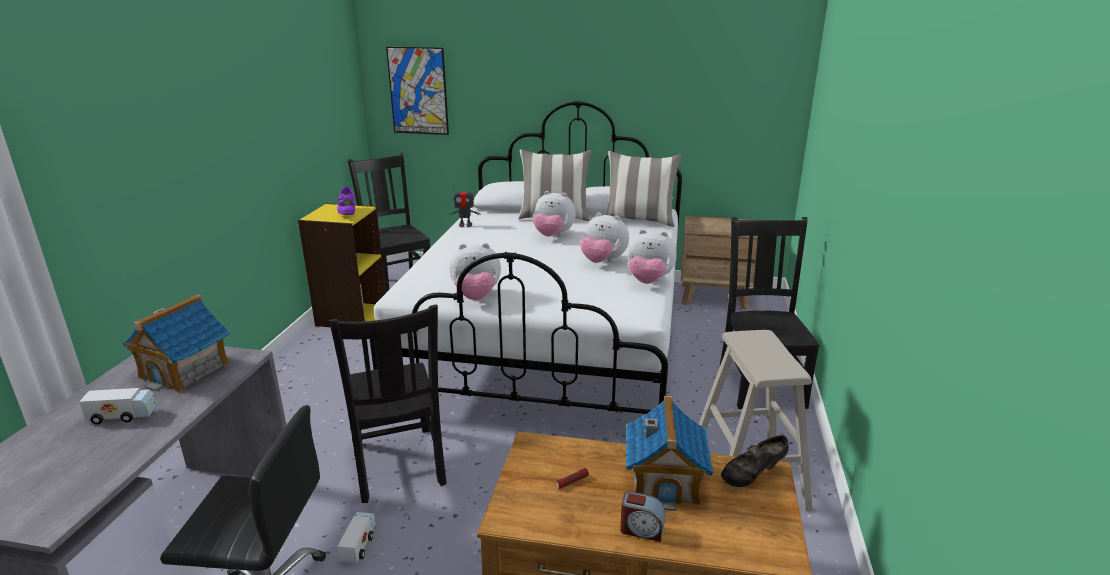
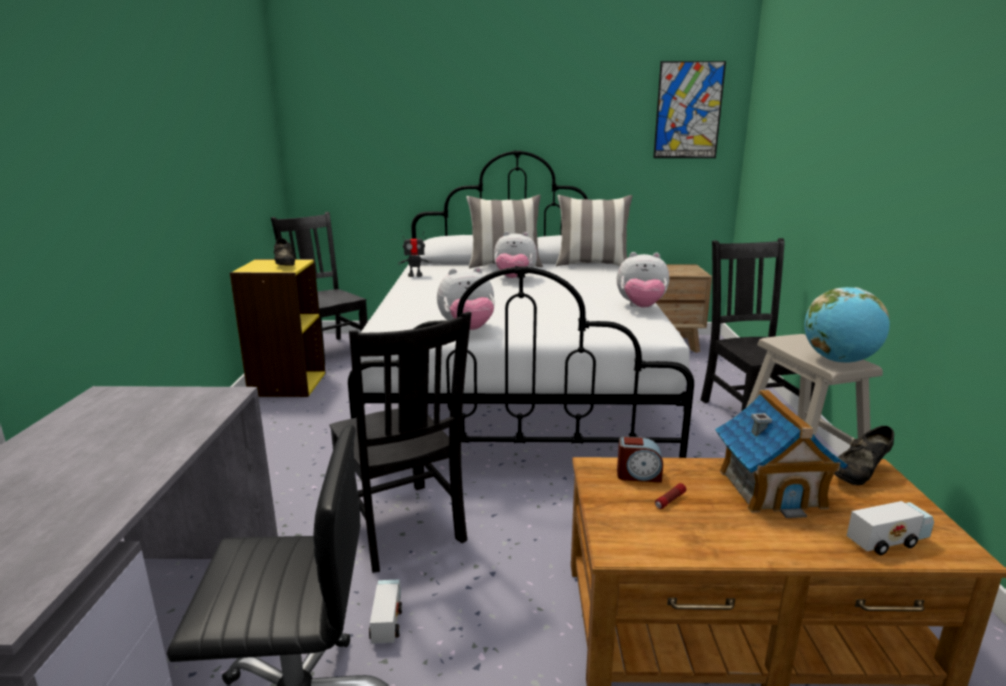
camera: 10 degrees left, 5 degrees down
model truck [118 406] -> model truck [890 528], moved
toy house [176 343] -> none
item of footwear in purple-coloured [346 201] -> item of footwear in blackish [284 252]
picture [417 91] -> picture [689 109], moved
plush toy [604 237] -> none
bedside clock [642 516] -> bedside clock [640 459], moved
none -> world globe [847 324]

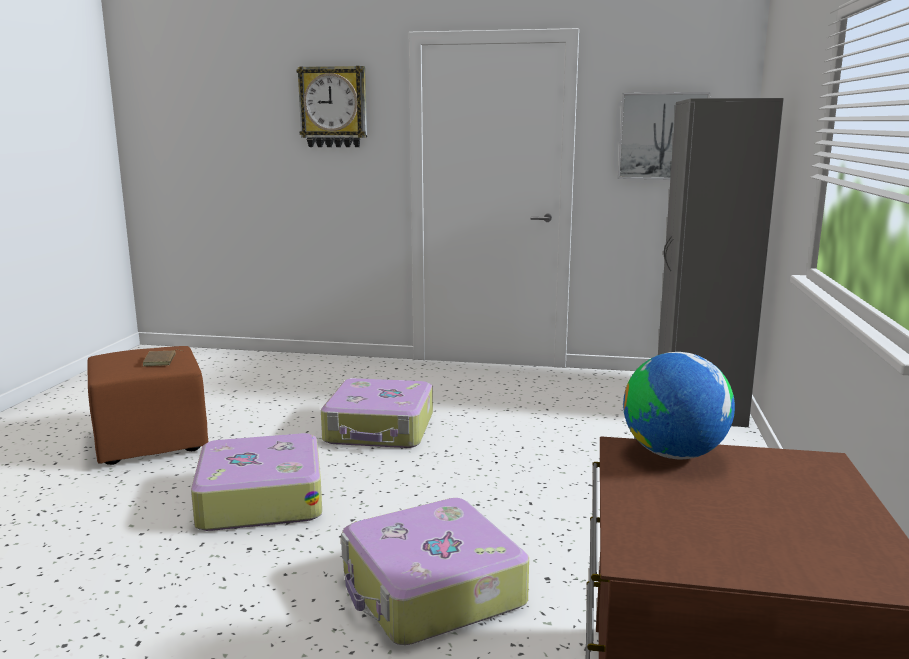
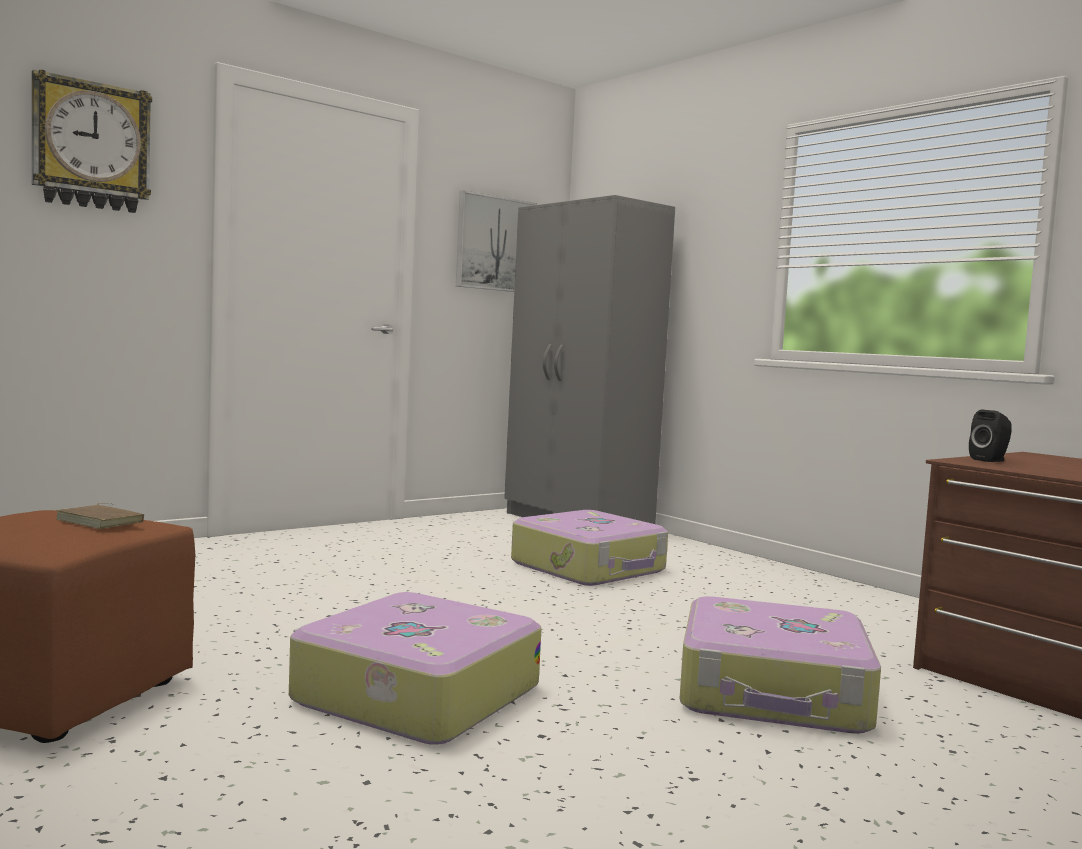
camera: 50 degrees left, 10 degrees down
suitcase [377 413] -> suitcase [589 548], moved
world globe [679 405] -> loudspeaker in blackish [990 436]

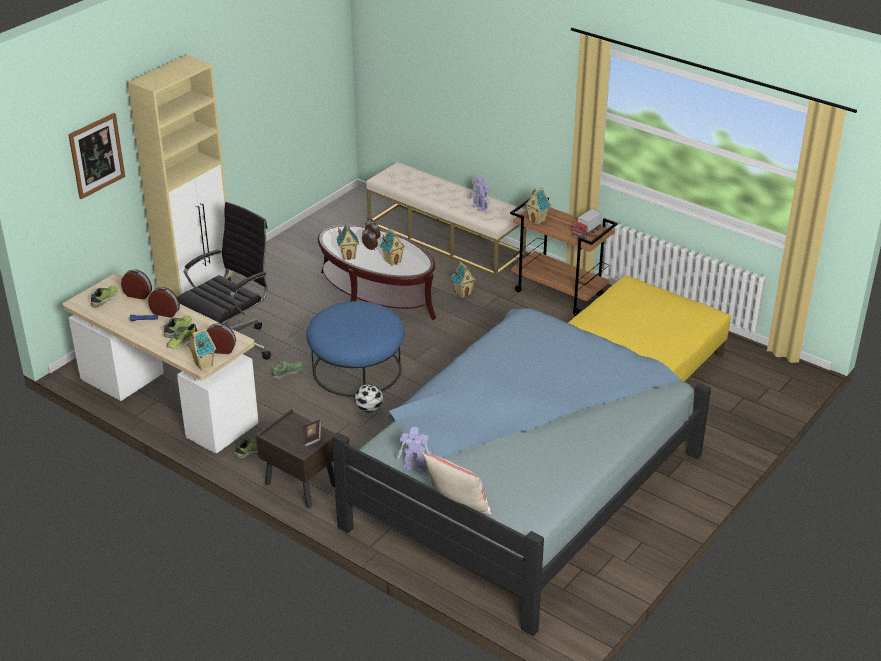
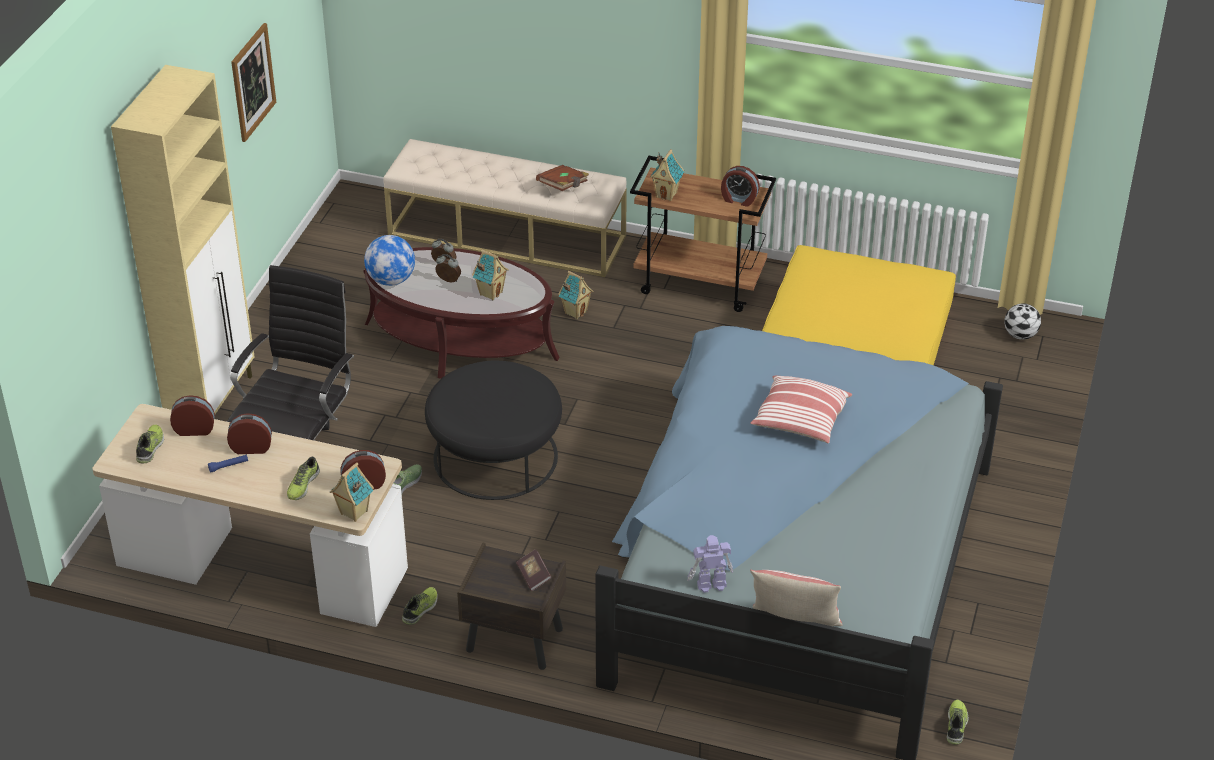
camera: 20 degrees left, 5 degrees up
picture [96 156] -> picture [253 82], moved
item of footwear [178 327] -> item of footwear [957 722], moved
footrest in blue-coloured [356 349] -> footrest in blackish [493 430]
toy house [347 241] -> none
football [369 398] -> football [1022 321], moved
model robot [479 193] -> book in brown-coloured [562 178]
model truck [586 224] -> bedside clock [740 186]
none -> world globe [389 260]
none -> cushion [801 410]

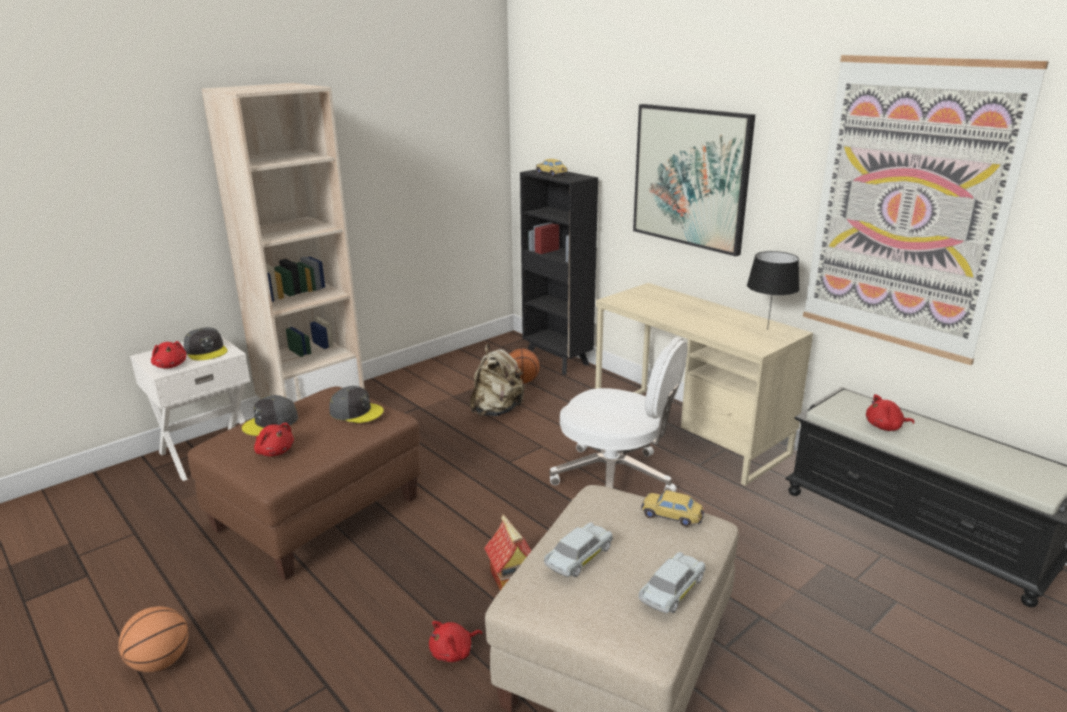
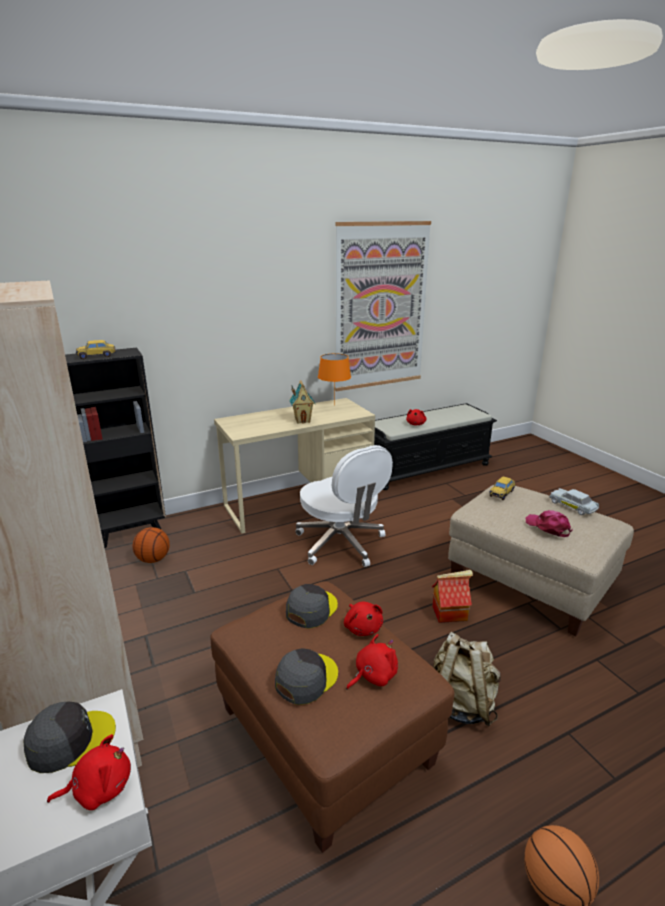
camera: 75 degrees left, 0 degrees up
cap in gray [270 415] -> cap in gray [306 676], 105 degrees counterclockwise
plush toy in red-coloured [455 641] -> plush toy in red-coloured [363 619], moved
knapsack in beige [497 380] -> knapsack in beige [467 679], moved
miniature car in whitish [578 549] -> cap in pink [549 523]
desk chair in whitish [619 414] -> desk chair in whitish [344 506], 105 degrees clockwise
picture [694 180] -> none
table lamp in blackish [773 290] -> table lamp in orangey [334 380]
none -> toy house [302 402]

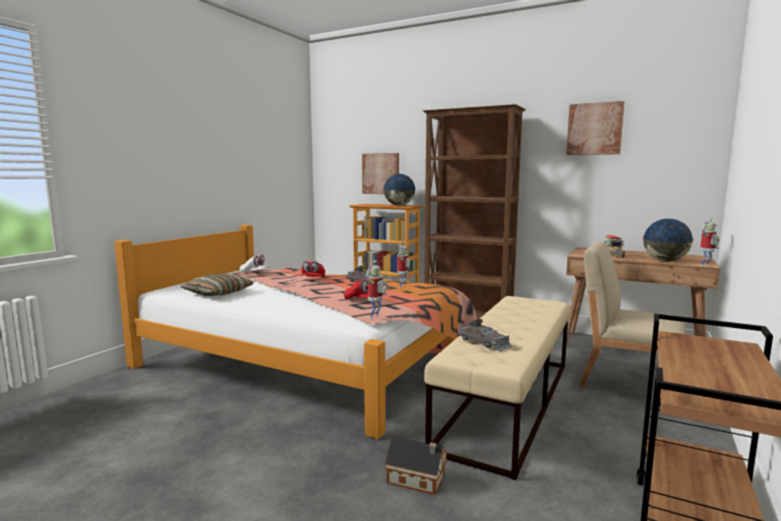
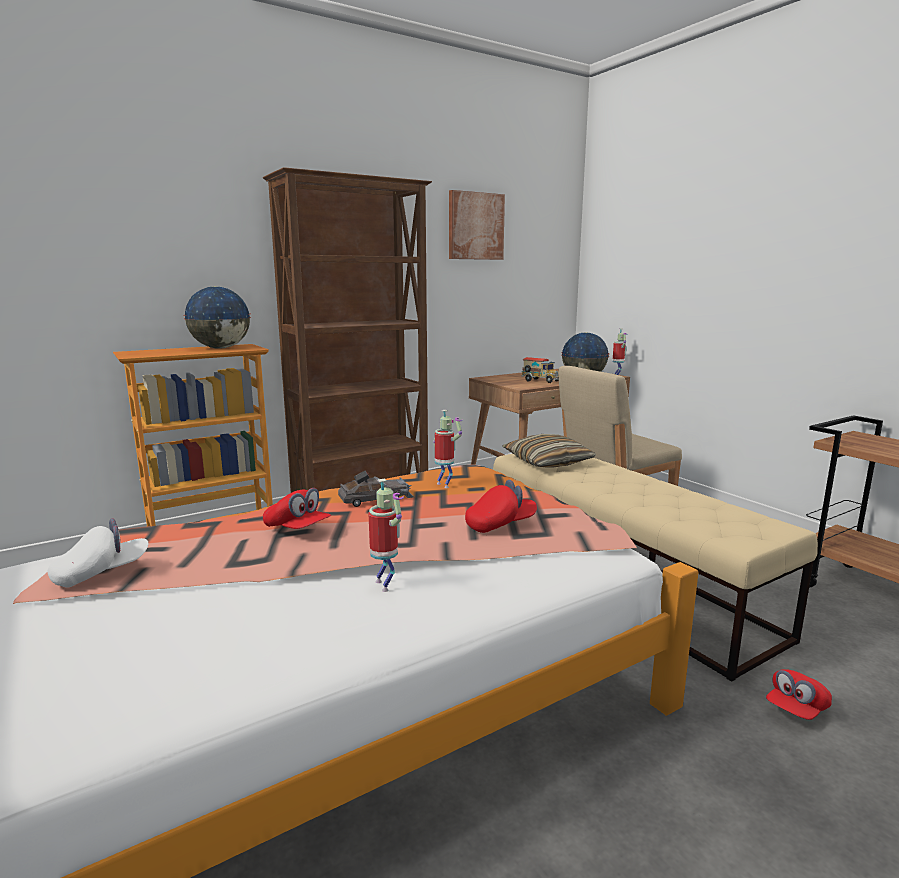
camera: 60 degrees left, 5 degrees up
cushion [217 284] -> cushion [549 451], moved
picture [380 173] -> none
model robot [376 290] -> model robot [386 535], moved
toy house [416 466] -> cap in red-coloured [799 694]
miniature car in gray [485 335] -> none

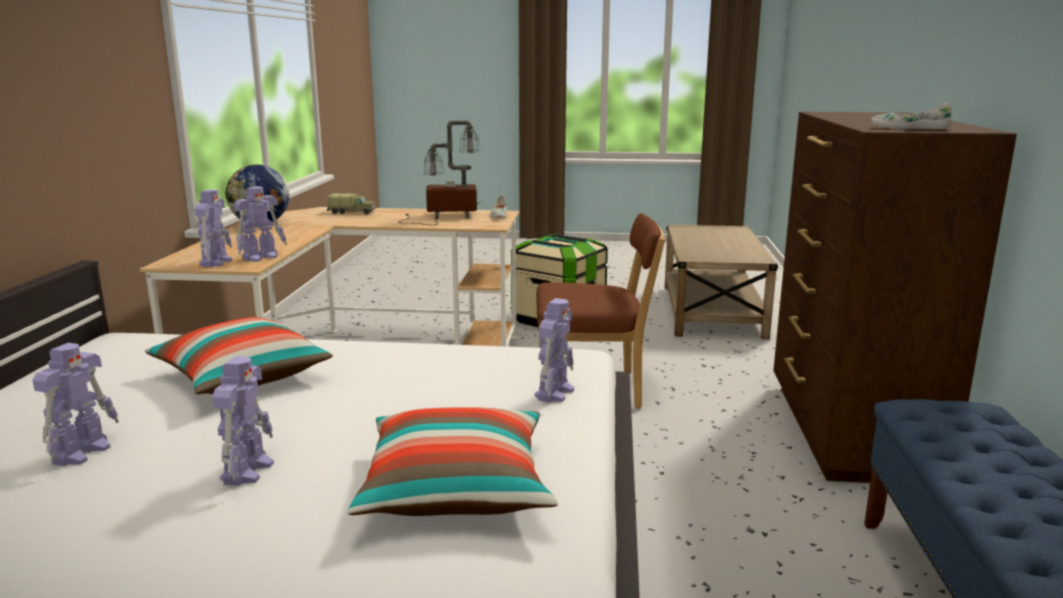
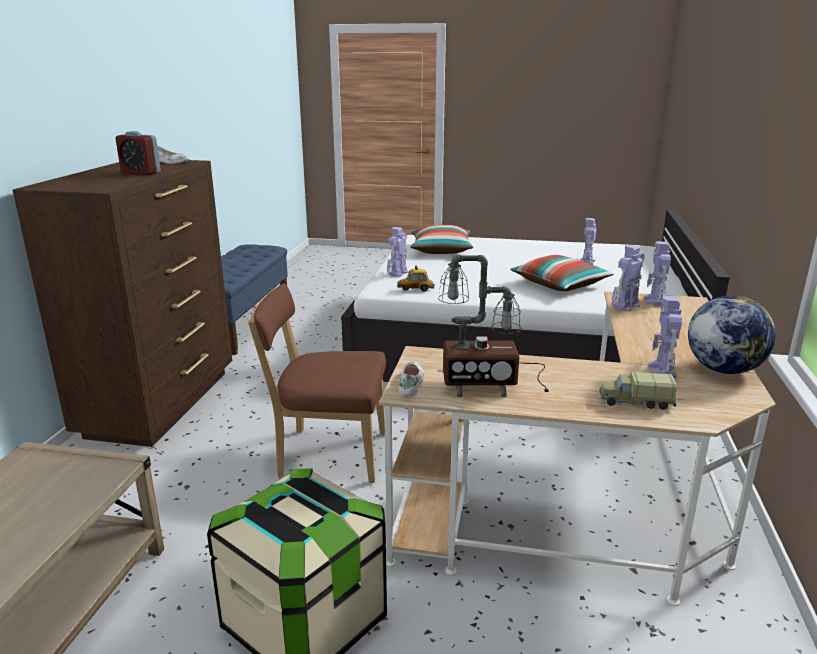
camera: 175 degrees left, 5 degrees up
model robot [243 421] -> model robot [665 337], moved
none -> bedside clock [138 153]
none -> miniature car [416 278]

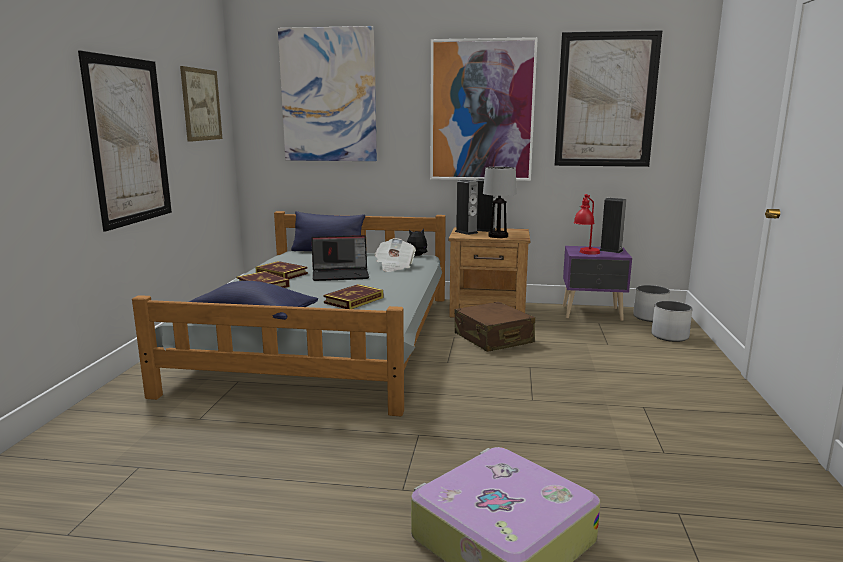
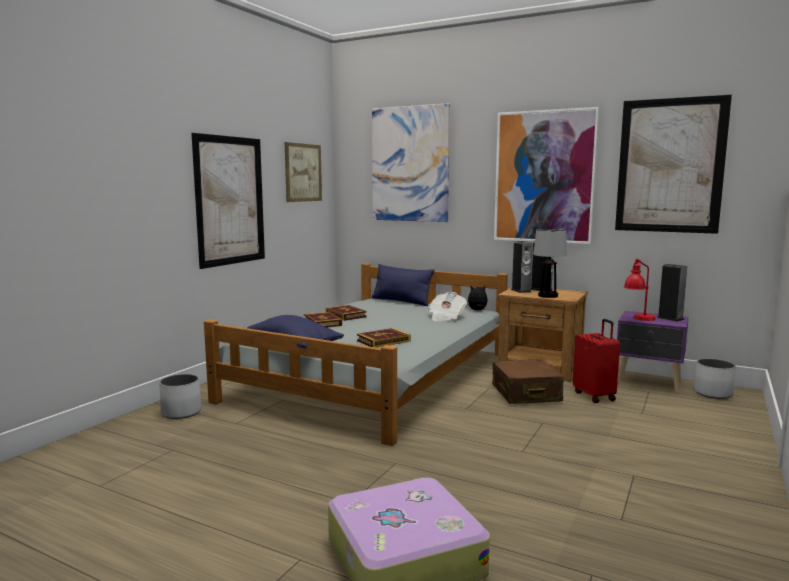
camera: 20 degrees right, 5 degrees down
notebook computer [340 258] -> none
plant pot in whitish [671 321] -> plant pot in whitish [180 396], moved
none -> suitcase in red-coloured [596 361]

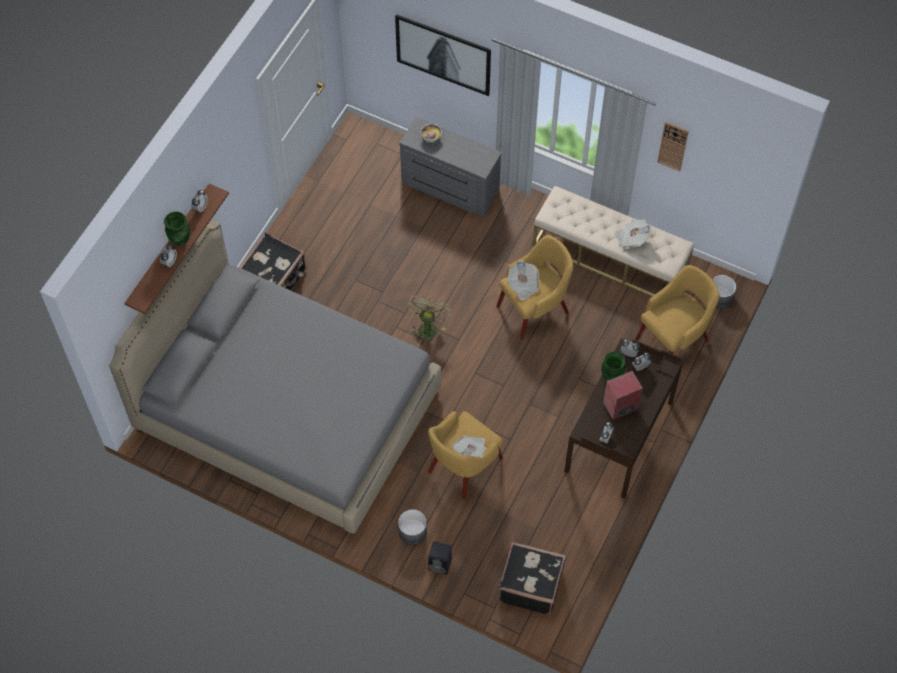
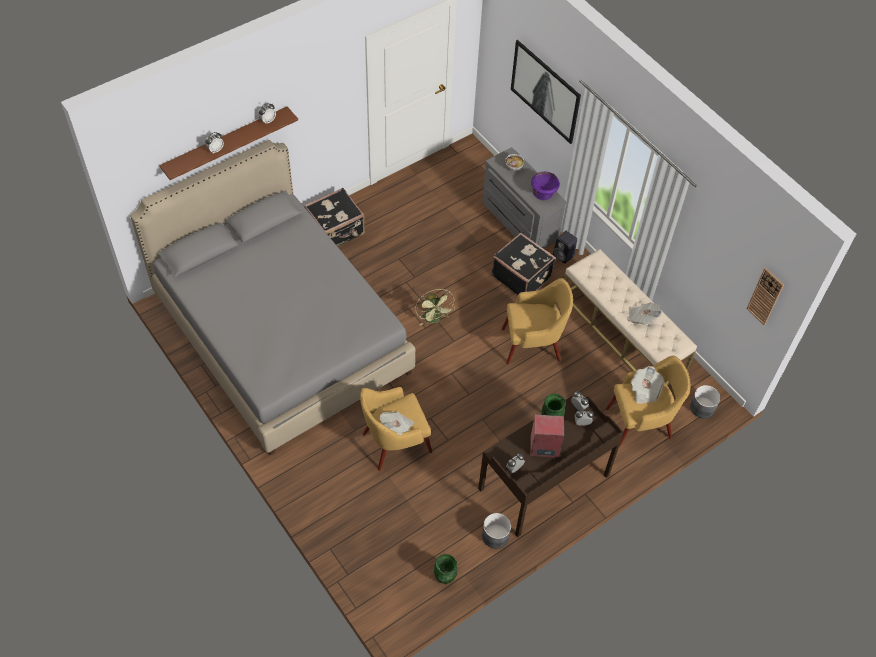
camera: 25 degrees right, 5 degrees down
flower vase in greenish [177 228] -> flower vase in greenish [446 569], moved
plant pot in gray [412 527] -> plant pot in gray [496 531], moved
electric fan in greenish [429 319] -> electric fan in greenish [435 307], 120 degrees clockwise
loudspeaker in blackish [440 558] -> loudspeaker in blackish [565 247], moved
suitcase in blackish [532 578] -> suitcase in blackish [523 264], moved
newspaper [523 280] -> newspaper [647 385], moved
hanging clock [673 146] -> hanging clock [765 296], moved
none -> deep dish in purple-coloured [545 186]

